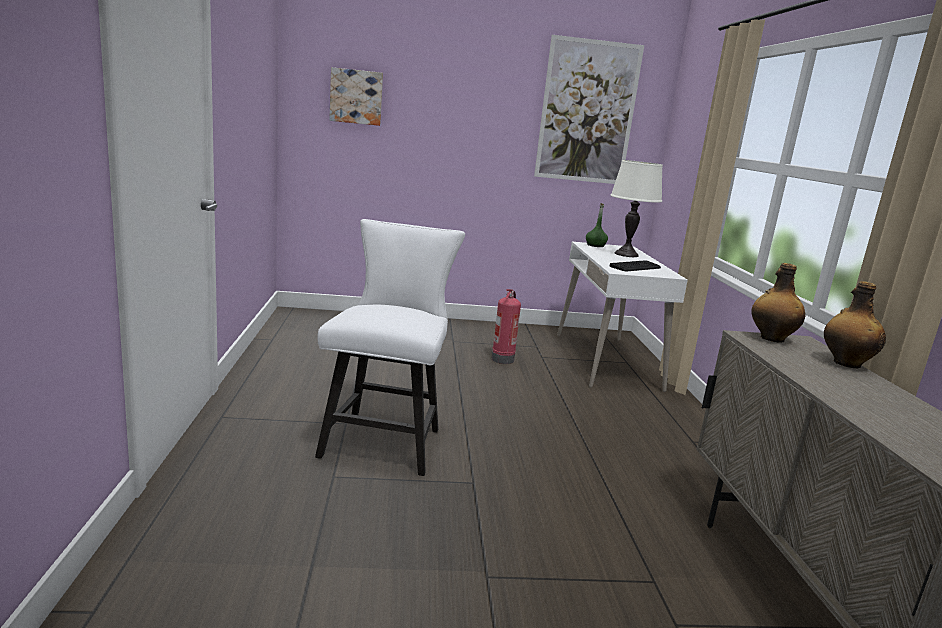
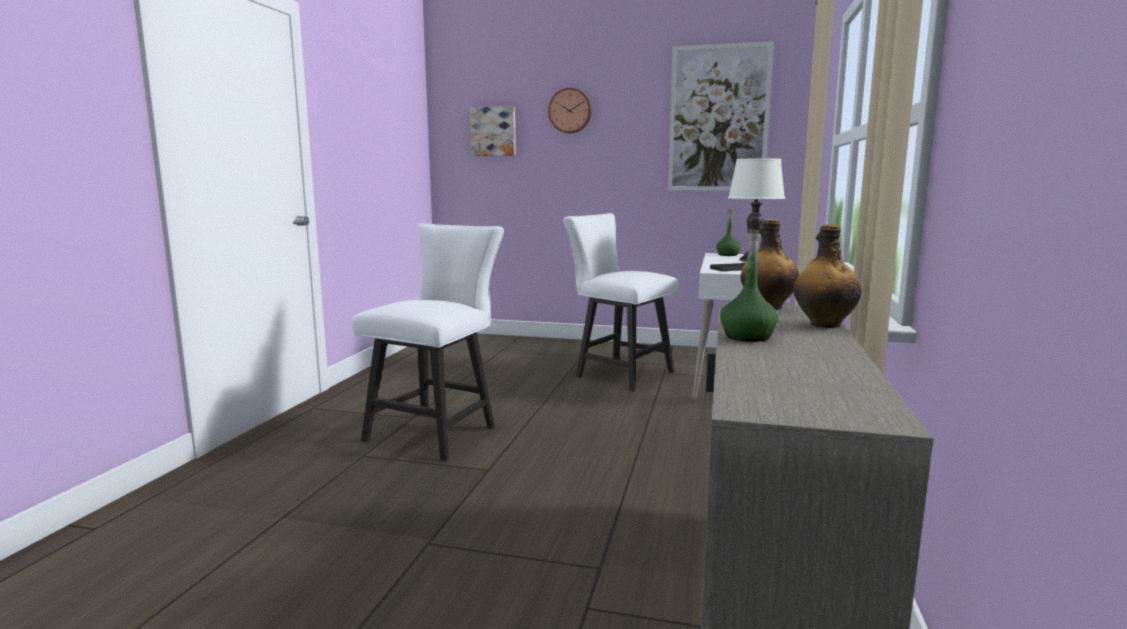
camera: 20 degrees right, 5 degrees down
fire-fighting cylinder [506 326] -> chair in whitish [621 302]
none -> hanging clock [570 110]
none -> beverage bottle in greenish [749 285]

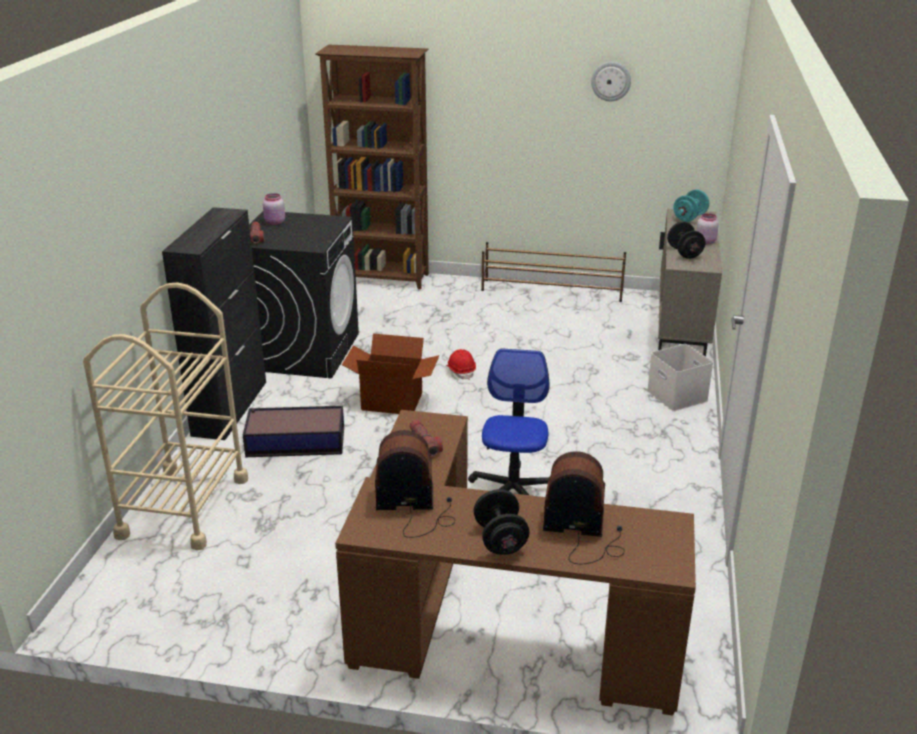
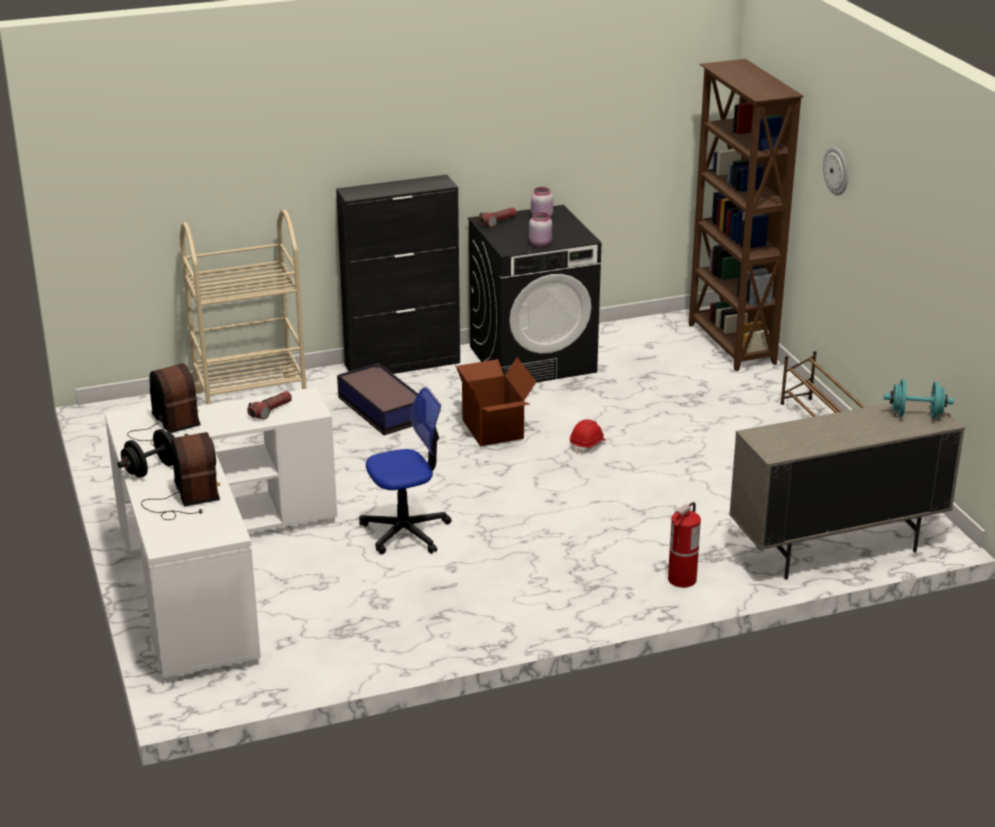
camera: 60 degrees right, 0 degrees up
desk in brown-coloured [515 563] -> desk in whitish [221 535]
hanging clock [611 81] -> hanging clock [835 171], moved
storage container in whitish [680 377] -> fire-fighting cylinder [684 545]
hand weight in blackish [686 240] -> none
preserve jar in pink [708 228] -> preserve jar in pink [540 229], moved

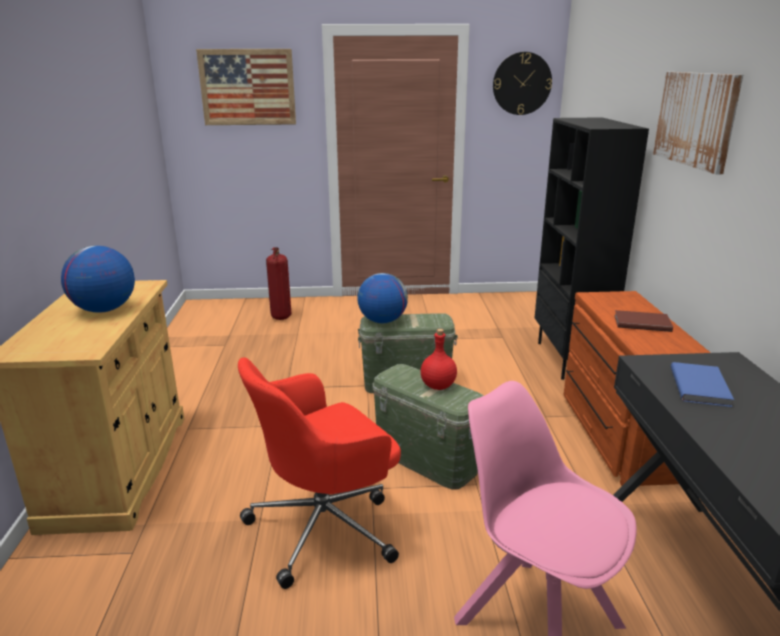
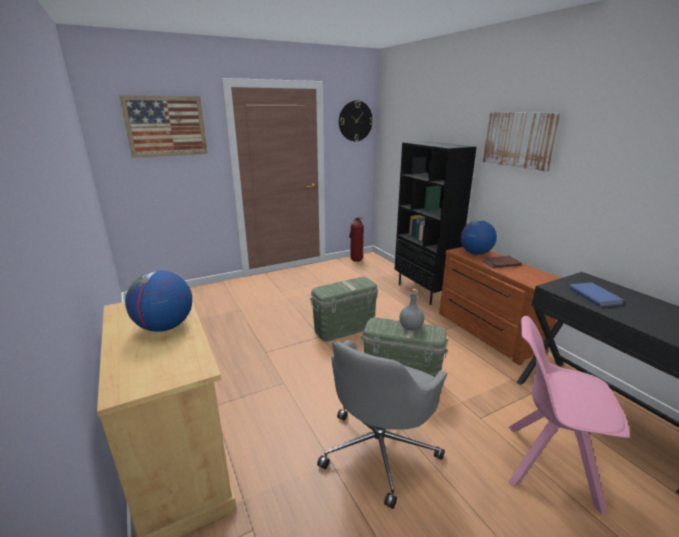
camera: 25 degrees left, 0 degrees up
desk chair in red-coloured [319 473] -> desk chair in gray [382 424]
fire-fighting cylinder [278 283] -> fire-fighting cylinder [356 240], moved
world globe [382 298] -> world globe [478 237], moved
beverage bottle in red-coloured [439 359] -> beverage bottle in gray [412 309]

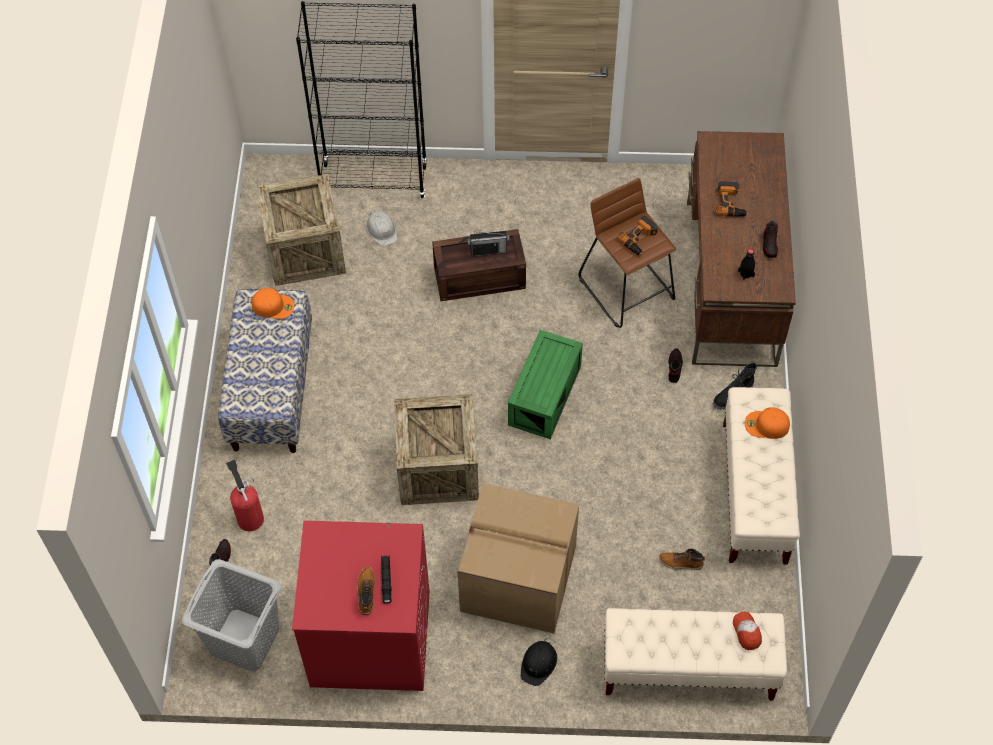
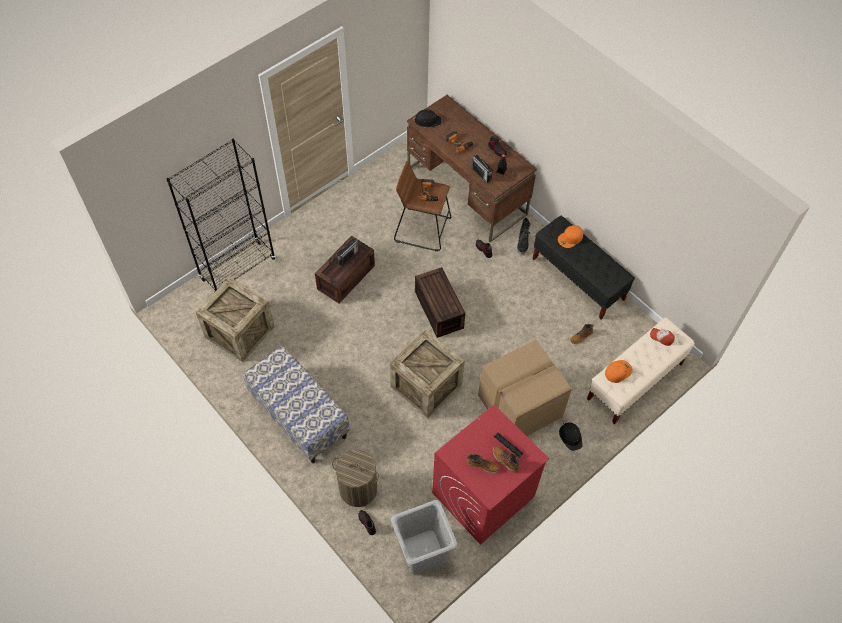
camera: 45 degrees left, 0 degrees up
fire-fighting cylinder [245 495] -> washing basket [355 478]
cap in orangey [273 303] -> cap in orangey [619 371], moved
hard hat in whitish [381 228] -> none
storage container in greenish [545 384] -> storage container in brown-coloured [440 302]
long seat in beige [761 476] -> long seat in blackish [583 267]
none -> hard hat in blackish [427 118]
none -> boot [483 463]
none -> radio receiver [482 169]

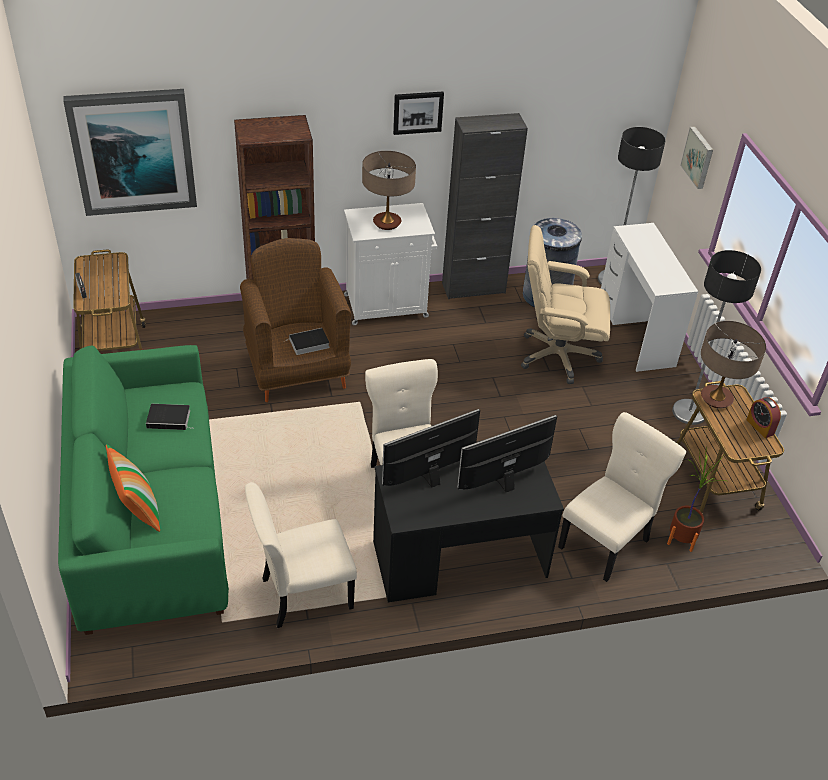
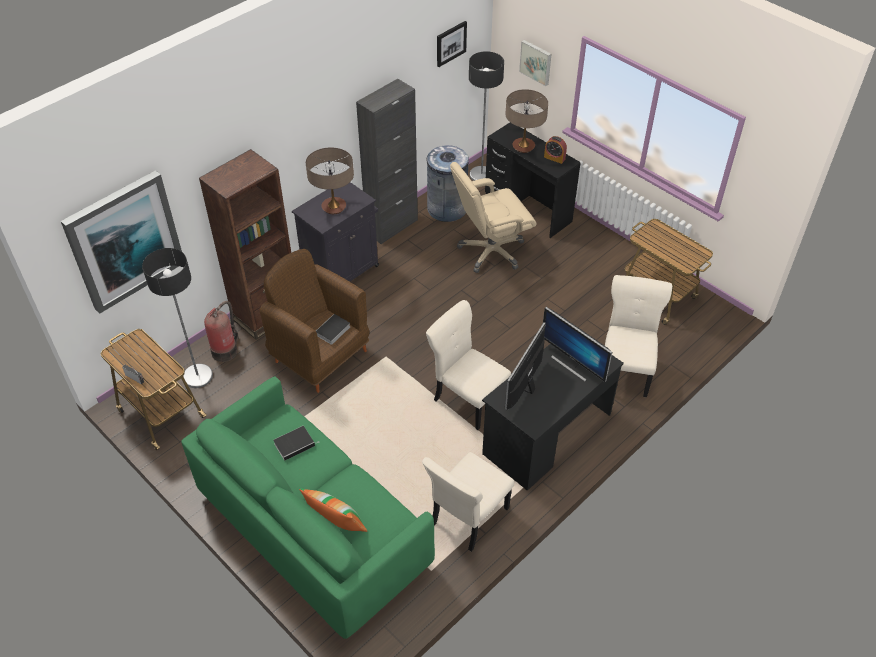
camera: 30 degrees left, 5 degrees up
cabinet in whitish [390 264] -> cabinet in blackish [335 232]
picture [418 113] -> picture [452 44], moved
computer screen [507 453] -> computer screen [577 344], 75 degrees counterclockwise
desk in whitish [649 297] -> desk in blackish [533 180]
houseplant [697 499] -> none
standard lamp [716 337] -> standard lamp [177 318], moved
table lamp [733 365] -> table lamp [527 121], moved
bedside clock [763 417] -> bedside clock [555 150], moved
none -> fire-fighting cylinder [221 331]

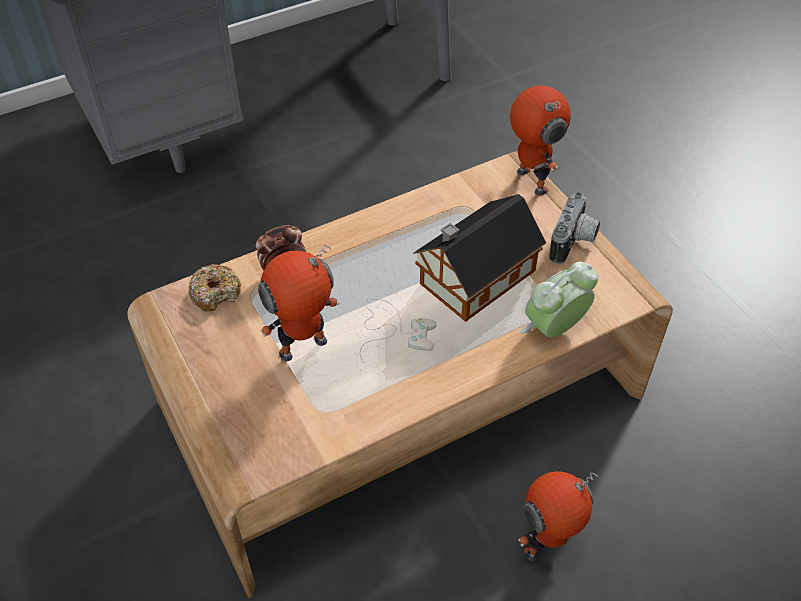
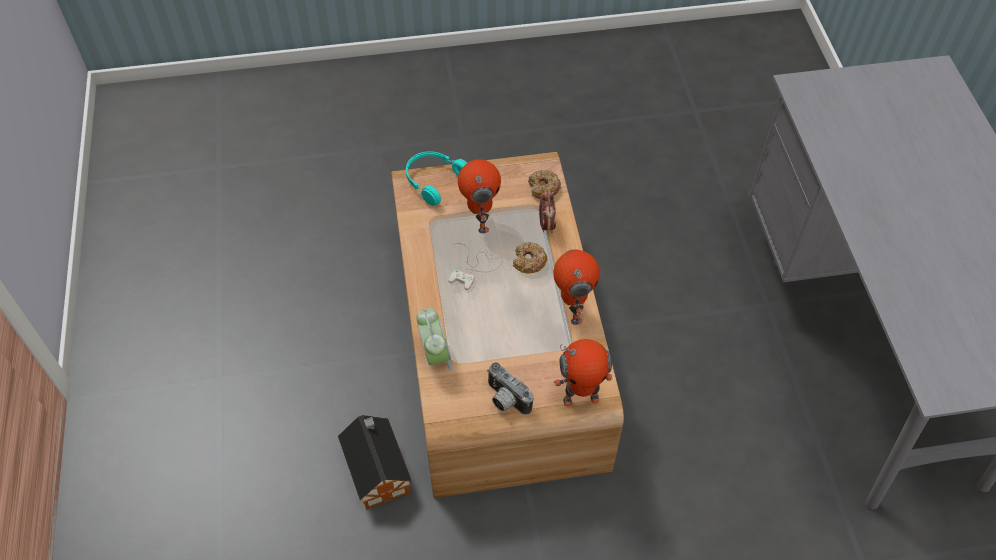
camera: 110 degrees right, 5 degrees up
toy house [479 258] -> toy house [375 462], moved
model robot [558 516] -> model robot [576 287], moved
none -> headphones in blue-green [436 178]
none -> doughnut [530 258]

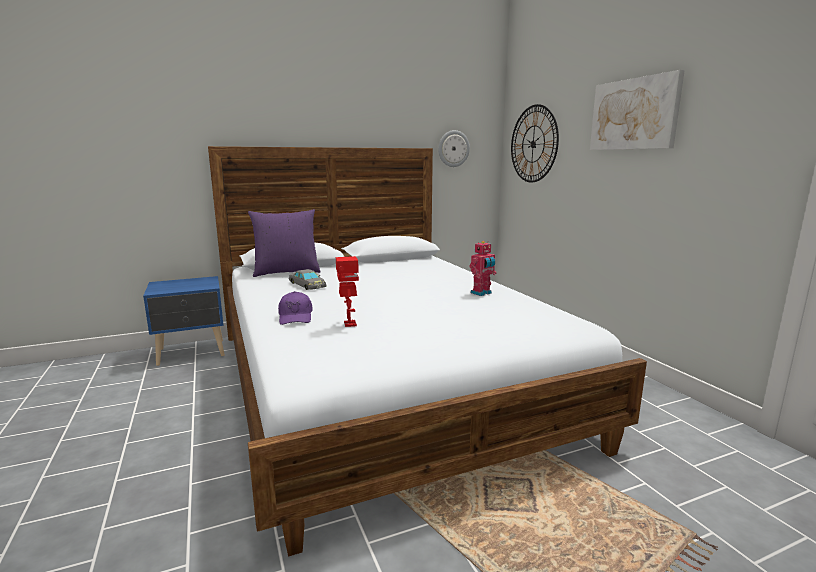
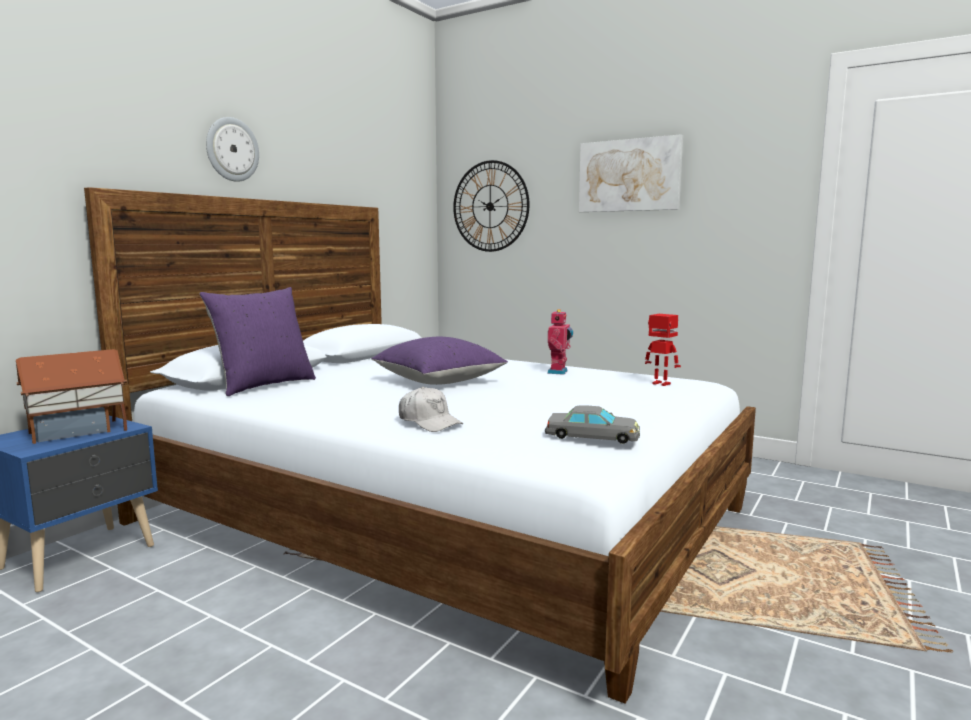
camera: 35 degrees left, 5 degrees down
cap in purple-coloured [295 308] -> cap in whitish [431 409]
miniature car in gray [307 279] -> miniature car in gray [592 424], moved
model robot [347 291] -> model robot [663 350], moved
hanging clock [454 148] -> hanging clock [232 149], moved
none -> toy house [71 396]
none -> cushion in purple-coloured [439 361]

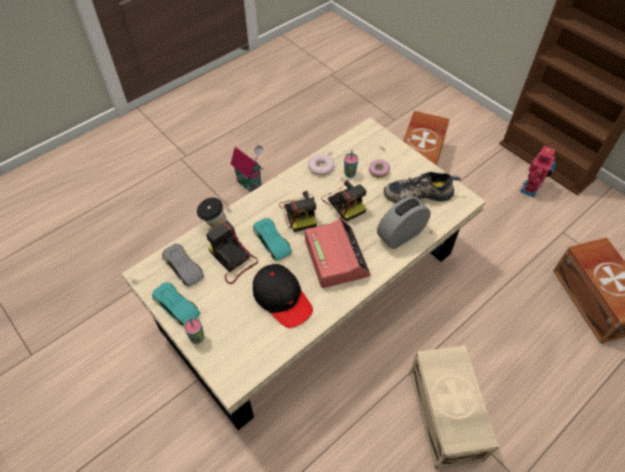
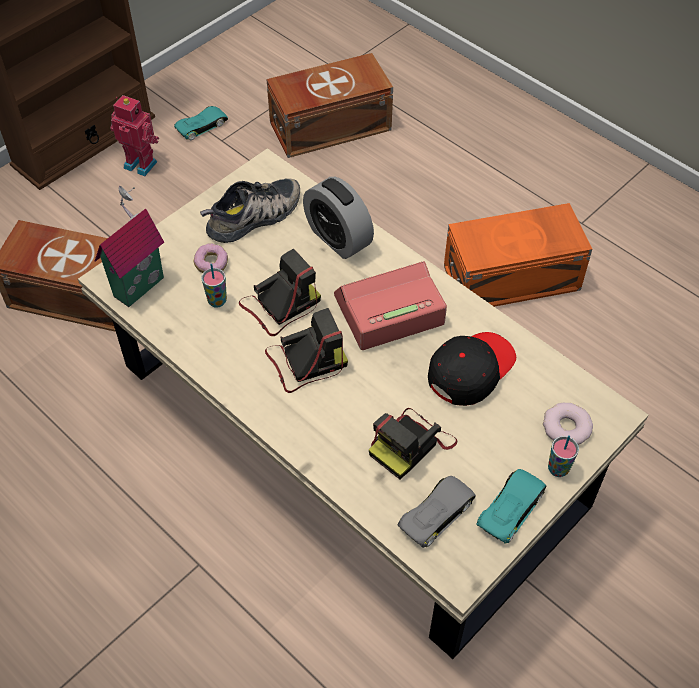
camera: 95 degrees left, 0 degrees up
drinking cup [212 213] -> none
toy house [247 168] -> toy house [129 246], moved
miniature car in blue-green [272 239] -> miniature car in blue-green [201 123], moved
doughnut [321 164] -> doughnut [568 424], moved
item of footwear [422 187] -> item of footwear [250 210], 120 degrees counterclockwise
storage container in beige [454 407] -> storage container in orangey [518 255]

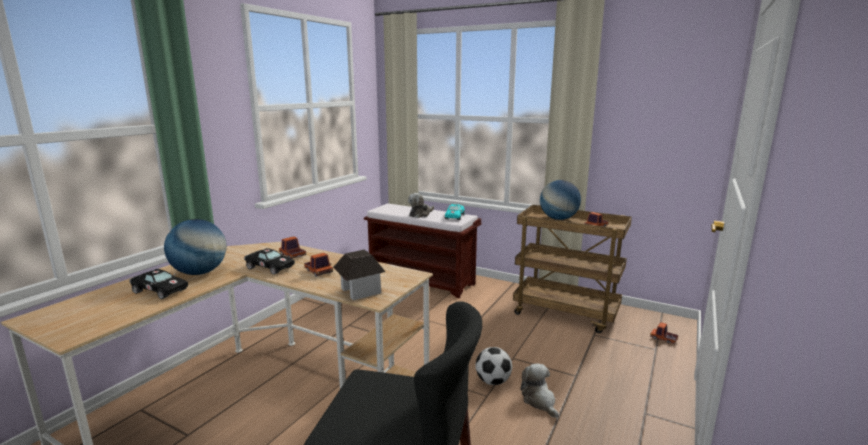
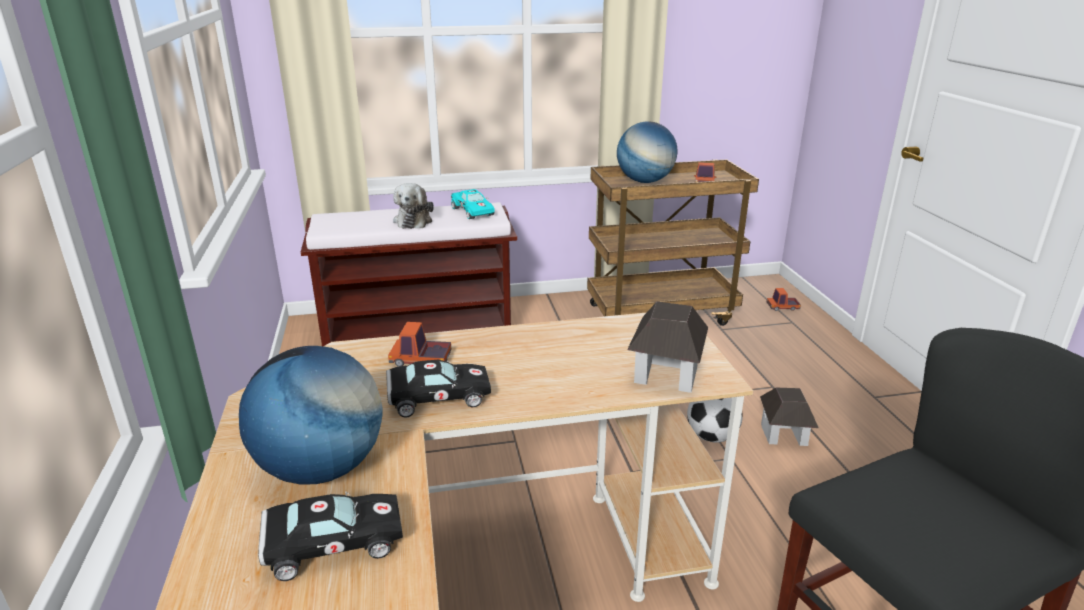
camera: 40 degrees left, 10 degrees up
model truck [318 265] -> none
plush toy [540 391] -> toy house [789 417]

